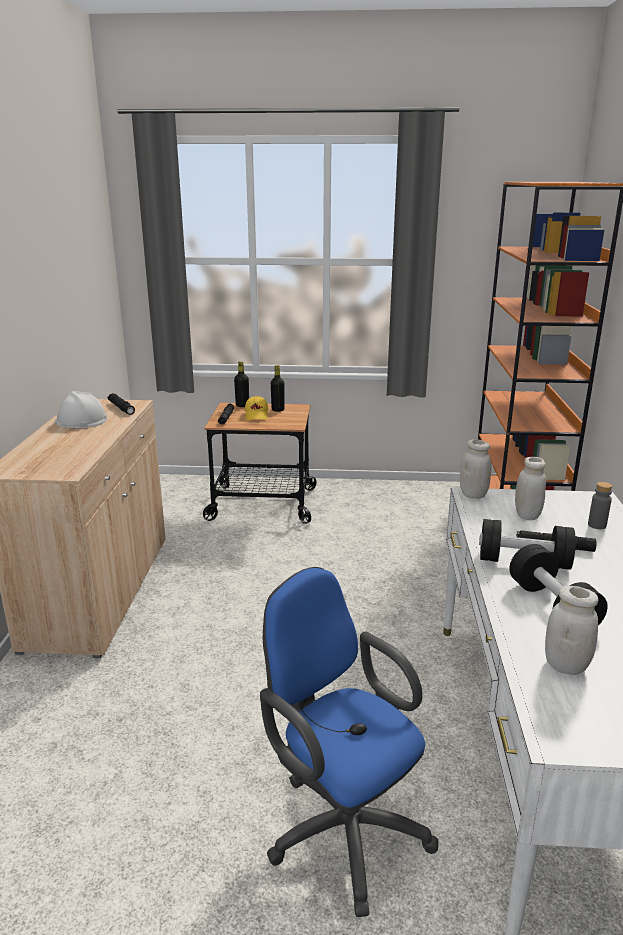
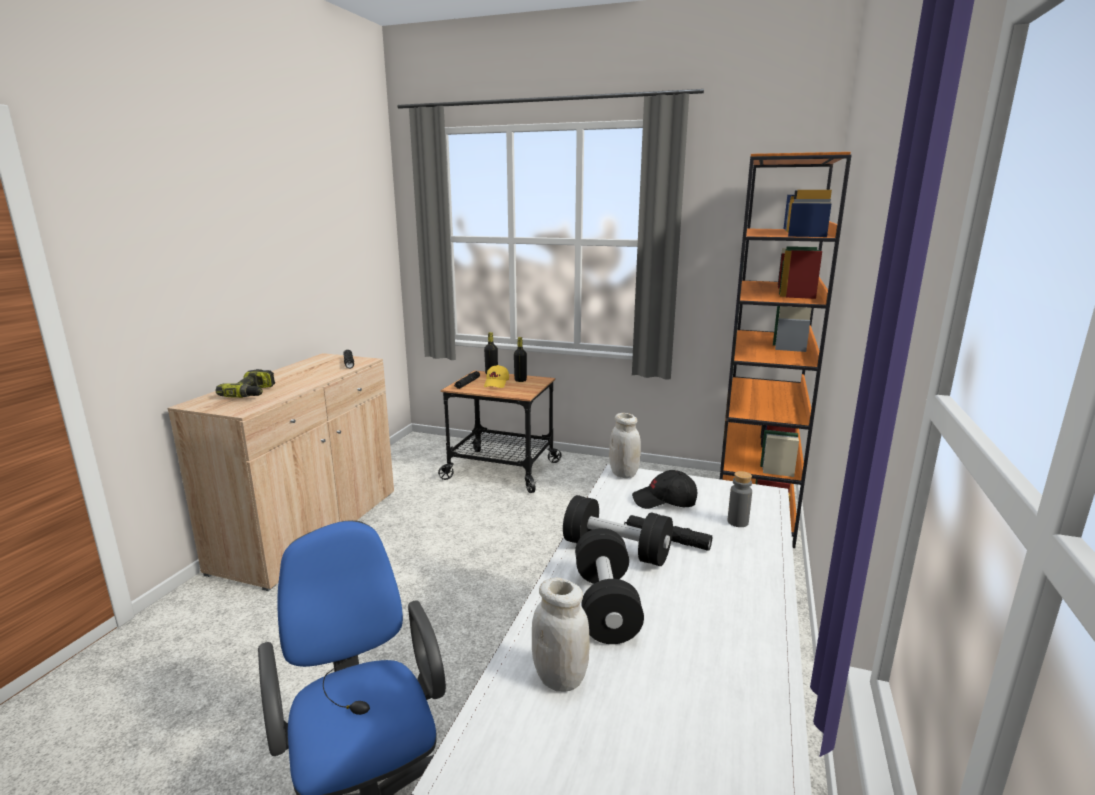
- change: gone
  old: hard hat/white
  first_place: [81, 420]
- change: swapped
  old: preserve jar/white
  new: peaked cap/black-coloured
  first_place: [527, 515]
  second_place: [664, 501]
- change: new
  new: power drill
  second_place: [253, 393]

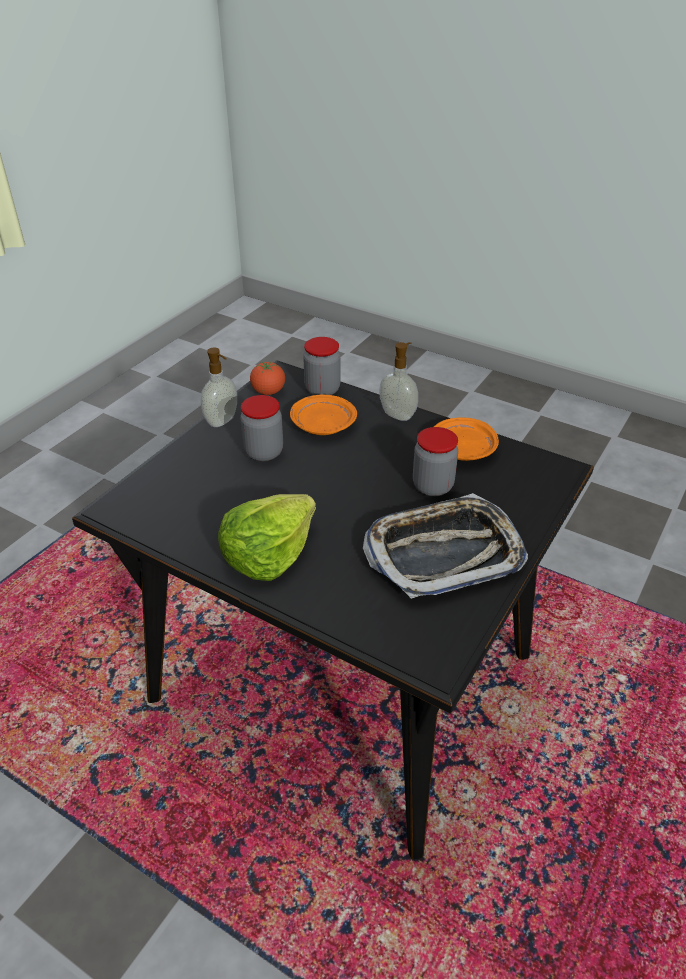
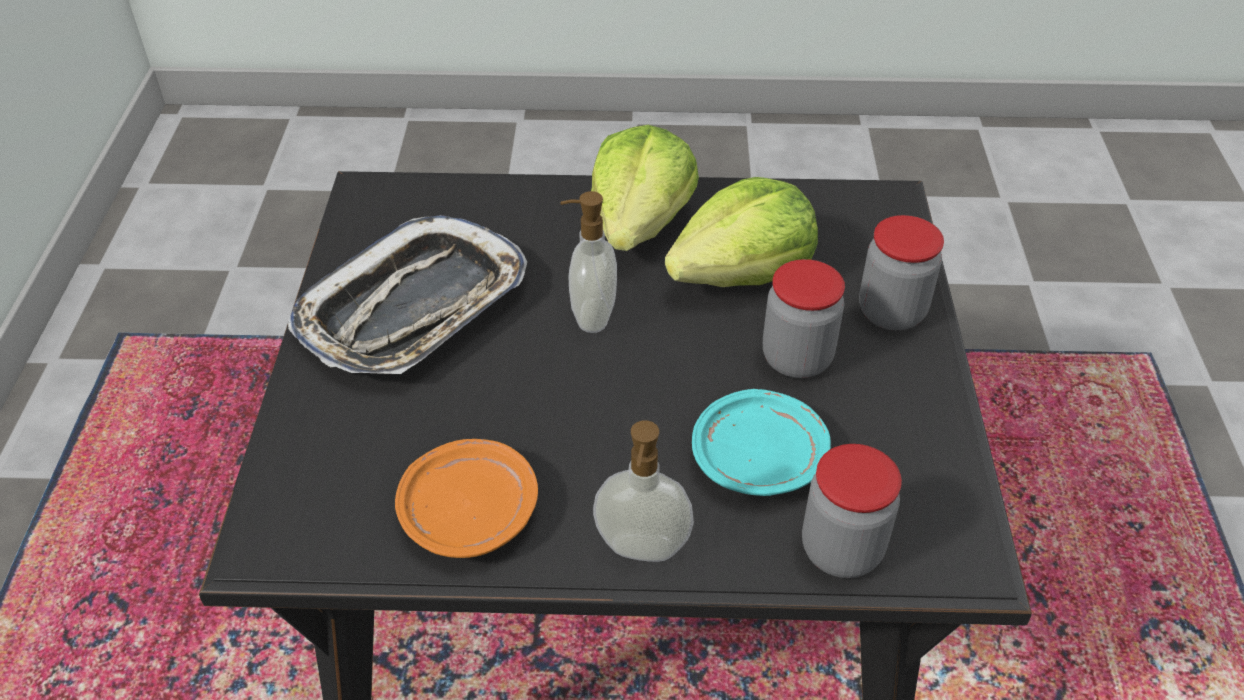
- change: shifted
  old: liquid soap bottle
  first_place: [222, 421]
  second_place: [591, 316]
- change: gone
  old: tomato
  first_place: [268, 392]
- change: repainted
  old: dinner plate/orange-coloured
  new: dinner plate/blue-green
  first_place: [322, 424]
  second_place: [759, 457]
- change: shifted
  old: preserve jar
  first_place: [432, 486]
  second_place: [891, 312]
- change: new
  new: lettuce head
  second_place: [743, 274]

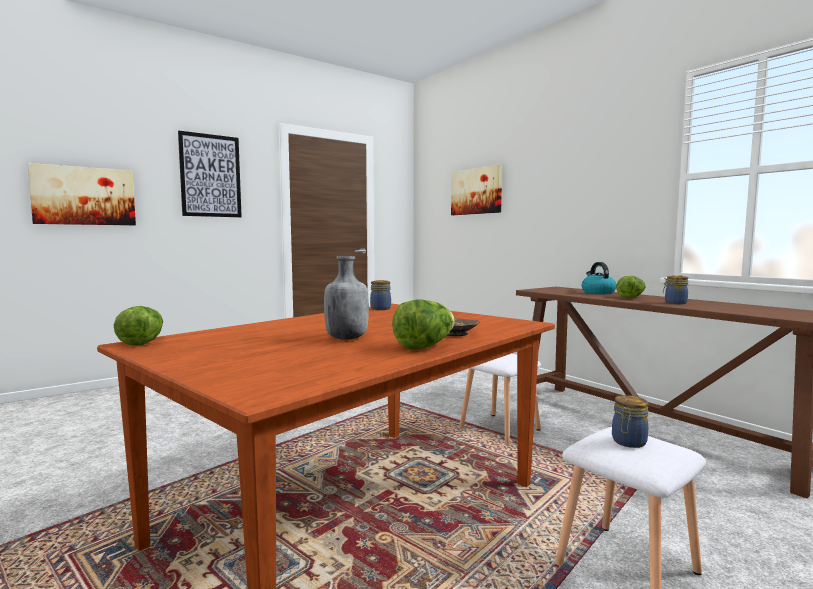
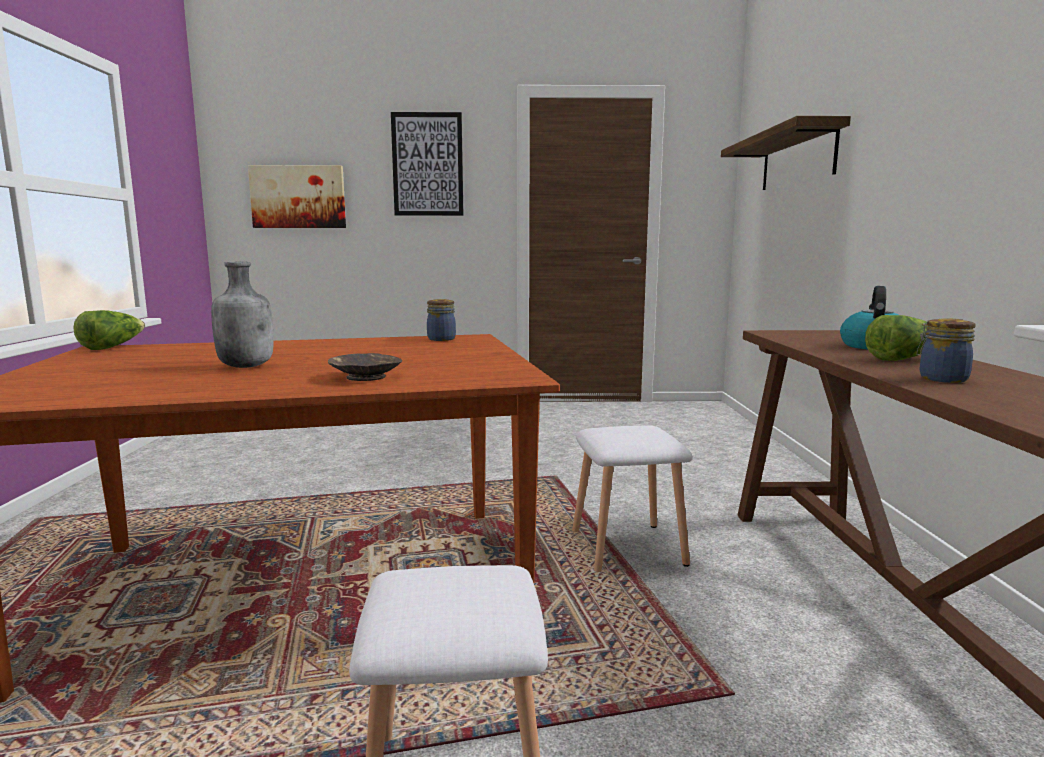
- change: swapped
  old: picture
  new: wall shelf
  first_place: [476, 191]
  second_place: [797, 159]
- change: gone
  old: lettuce head
  first_place: [425, 346]
- change: gone
  old: preserve jar
  first_place: [628, 442]

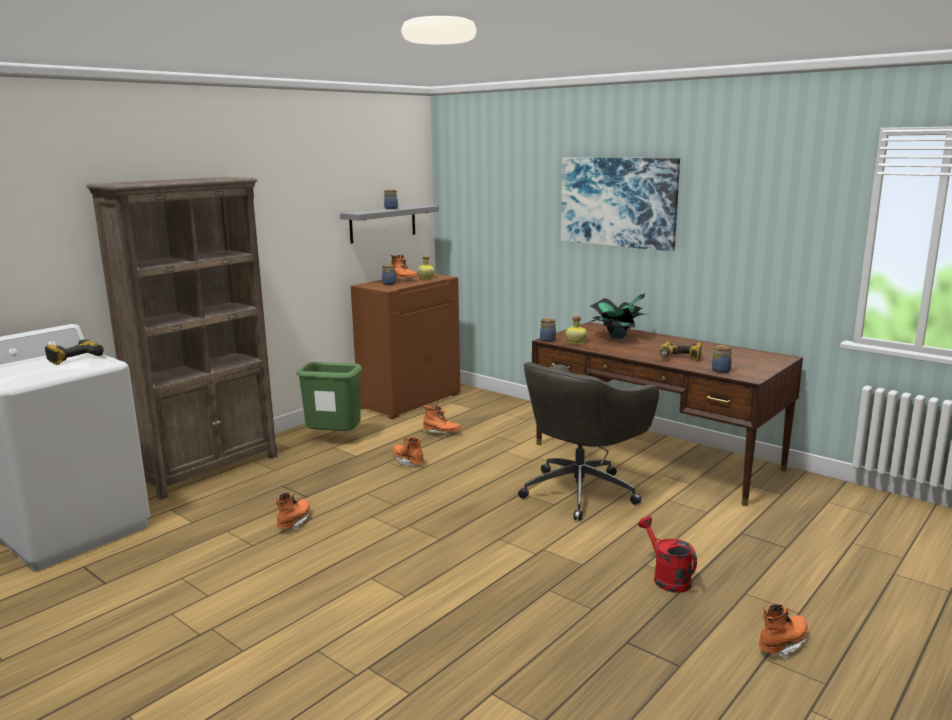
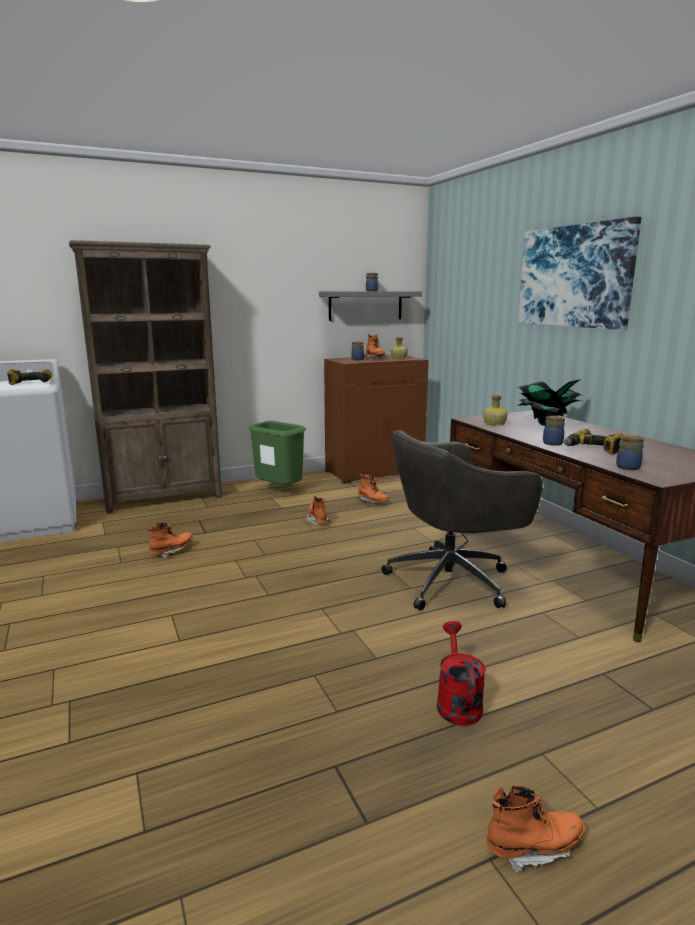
- change: shifted
  old: preserve jar
  first_place: [548, 340]
  second_place: [553, 443]

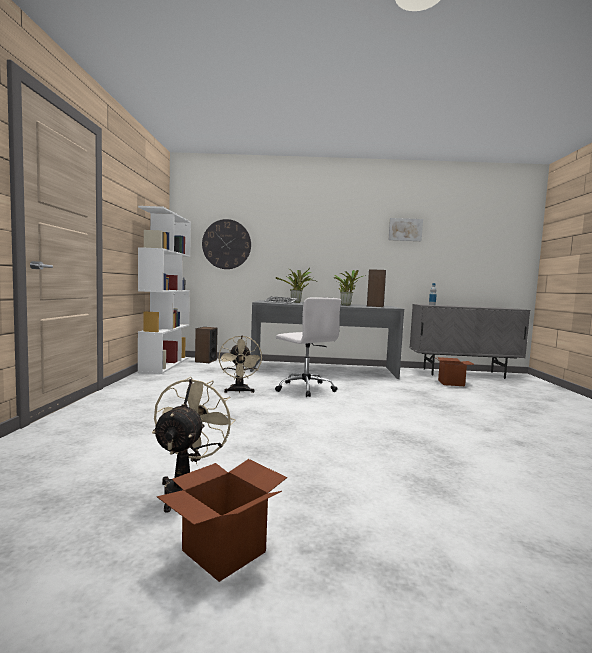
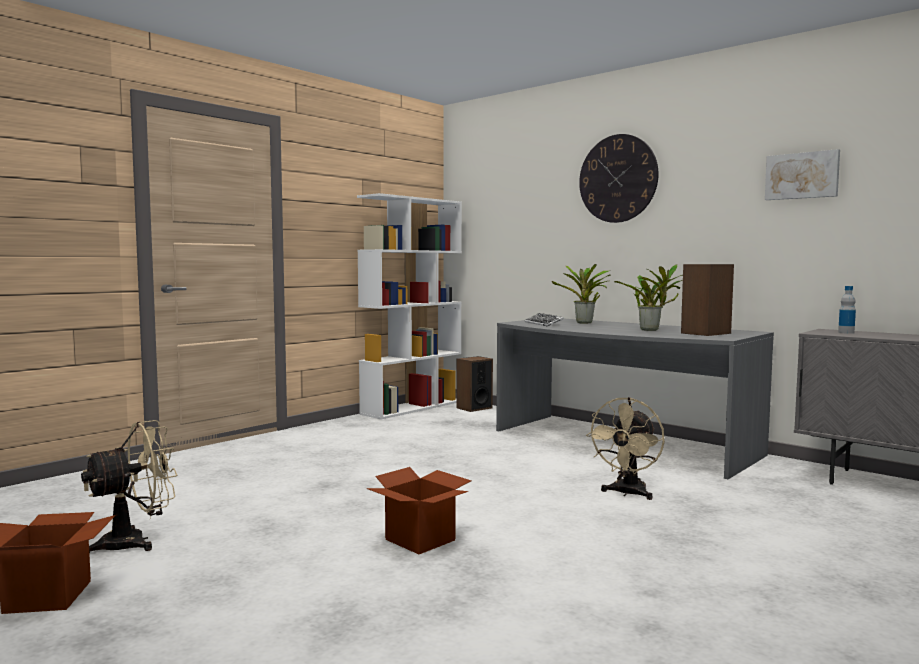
- change: shifted
  old: clock on the wall
  first_place: [226, 244]
  second_place: [618, 178]
- change: gone
  old: computer chair/white
  first_place: [305, 388]
- change: shifted
  old: fan/beige-coloured
  first_place: [239, 391]
  second_place: [627, 493]
- change: shifted
  old: cardboard box
  first_place: [451, 383]
  second_place: [419, 540]

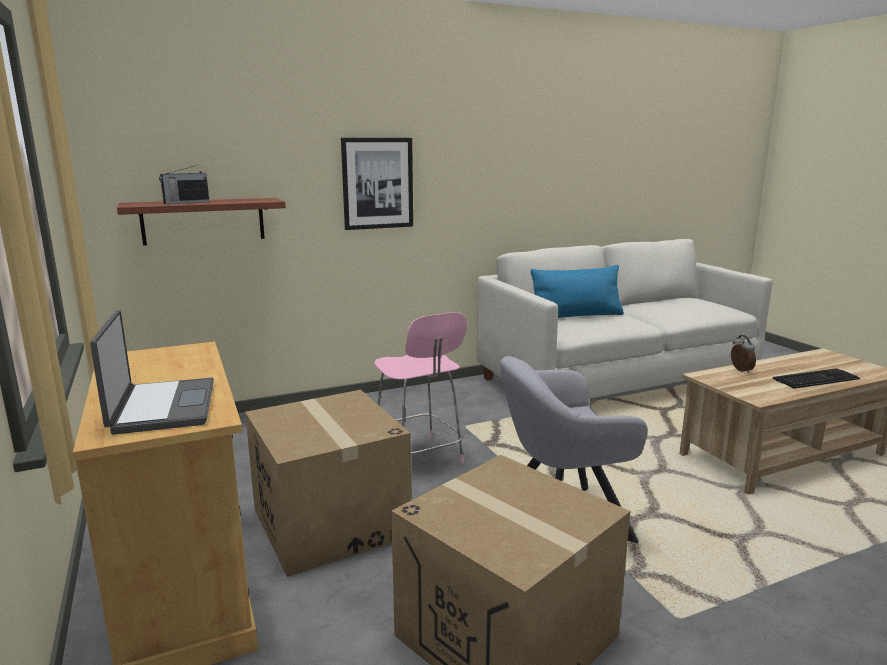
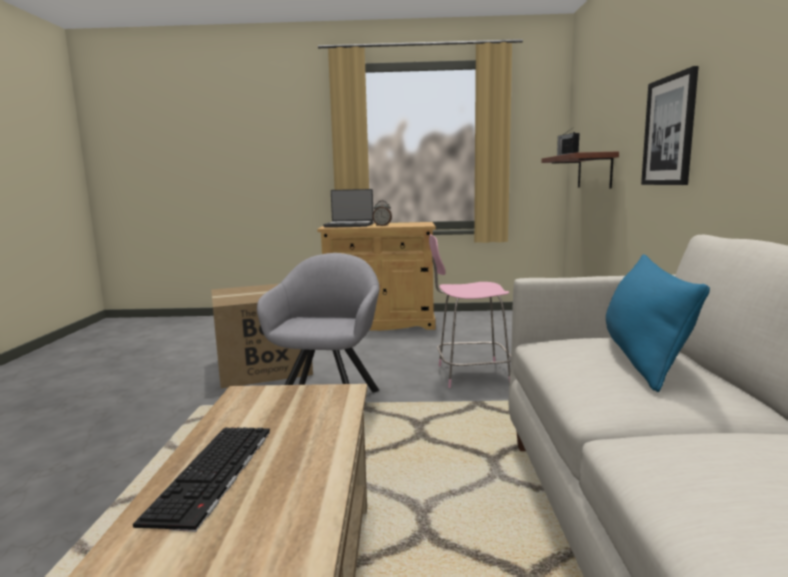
- change: shifted
  old: bedside clock
  first_place: [740, 370]
  second_place: [382, 226]
- change: gone
  old: cardboard box
  first_place: [329, 522]

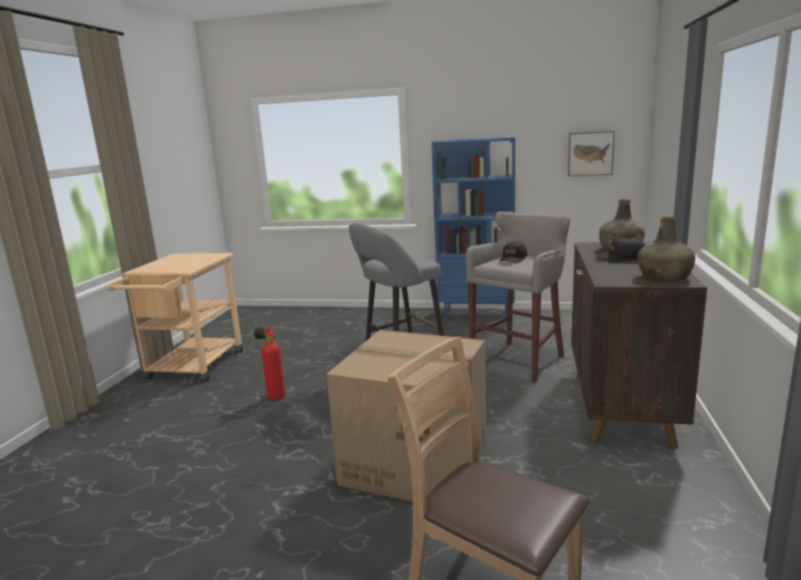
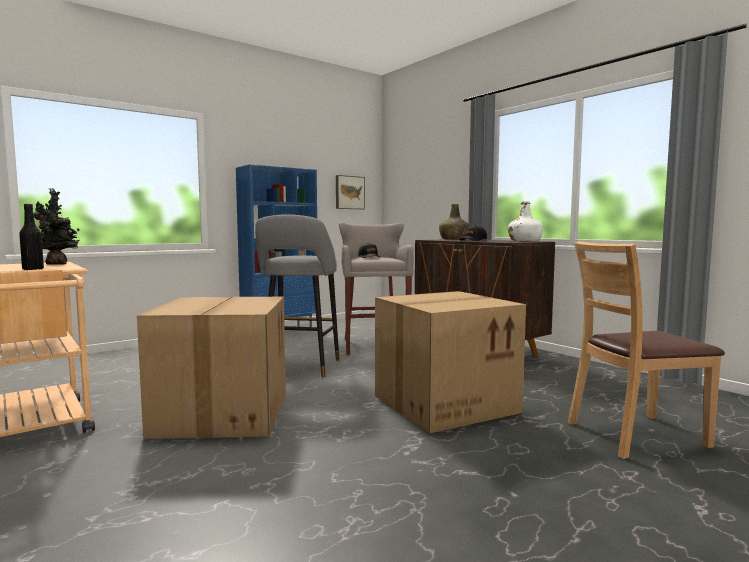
- change: repainted
  old: bottle/green-coloured
  new: bottle/white
  first_place: [664, 277]
  second_place: [525, 241]
- change: swapped
  old: extinguisher
  new: cardboard box
  first_place: [274, 396]
  second_place: [221, 413]
- change: new
  new: plant in a pot
  second_place: [57, 264]
- change: new
  new: bottle/black-coloured
  second_place: [33, 269]

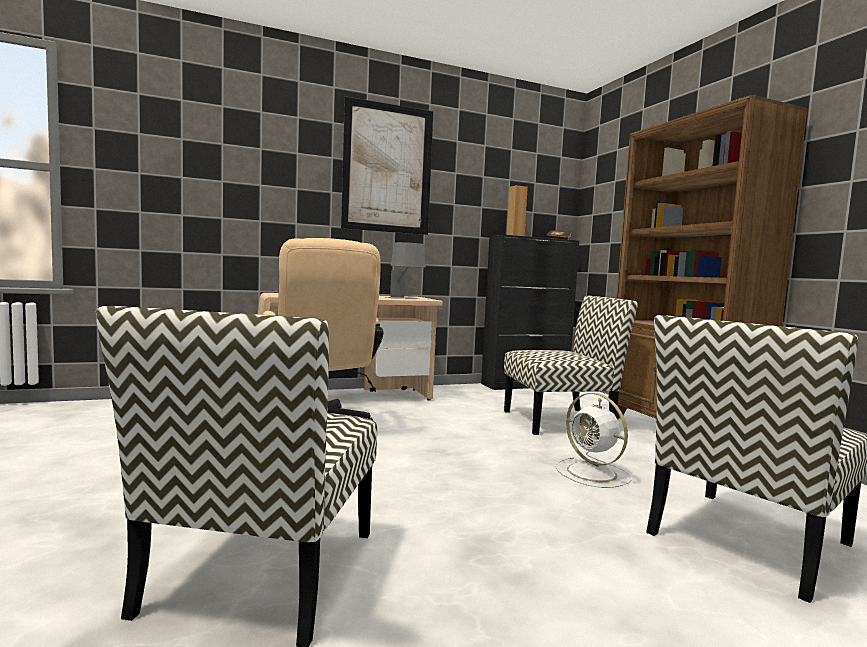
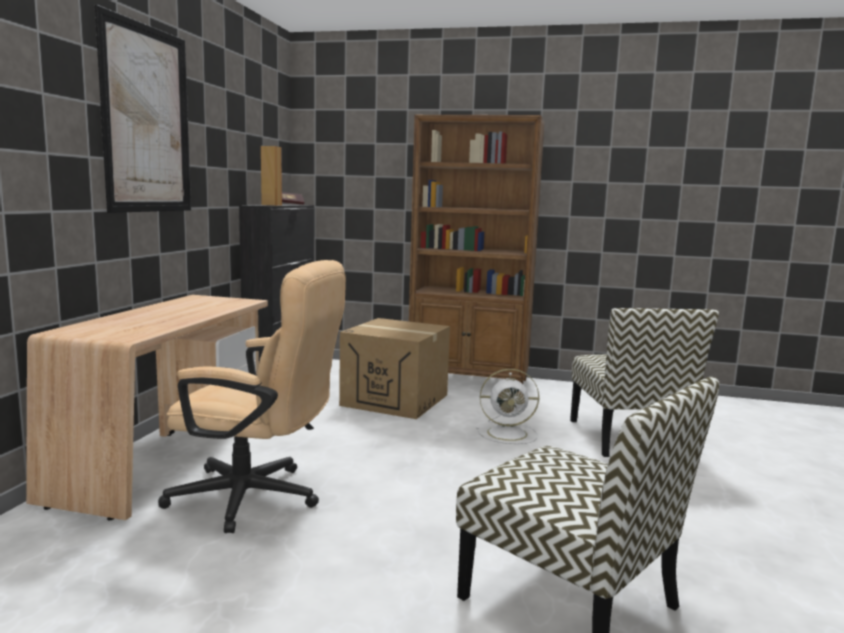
- change: gone
  old: table lamp/grey
  first_place: [405, 298]
- change: swapped
  old: chair
  new: cardboard box
  first_place: [560, 421]
  second_place: [395, 400]

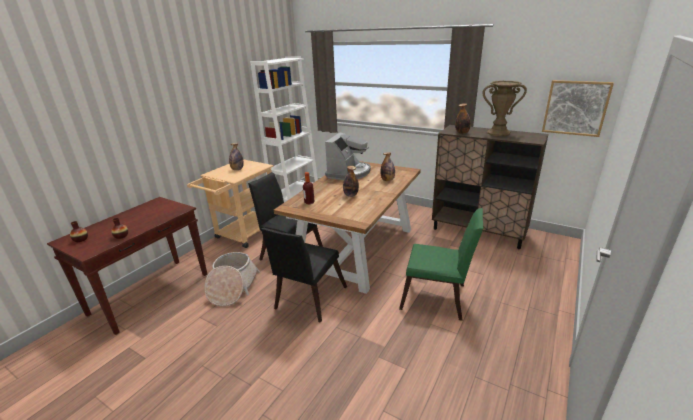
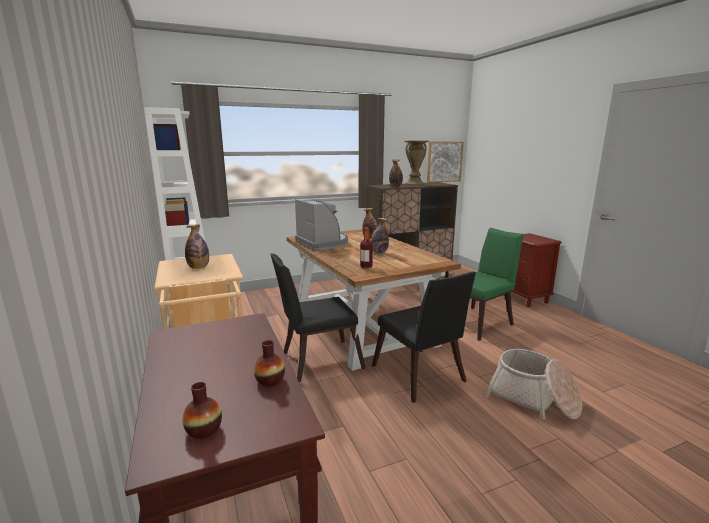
- change: shifted
  old: household basket
  first_place: [232, 287]
  second_place: [533, 399]
- change: new
  new: nightstand/brown-coloured
  second_place: [524, 298]

